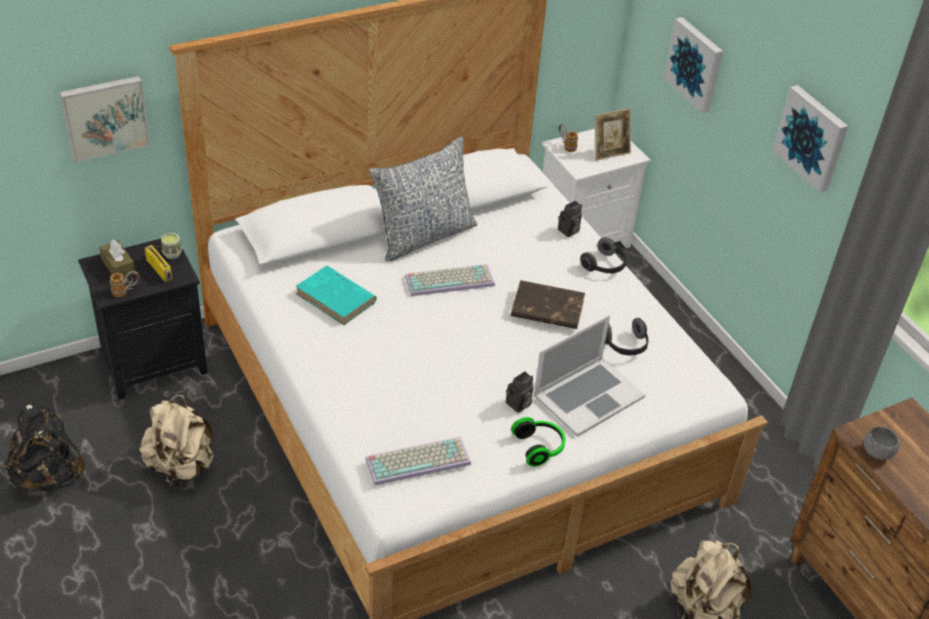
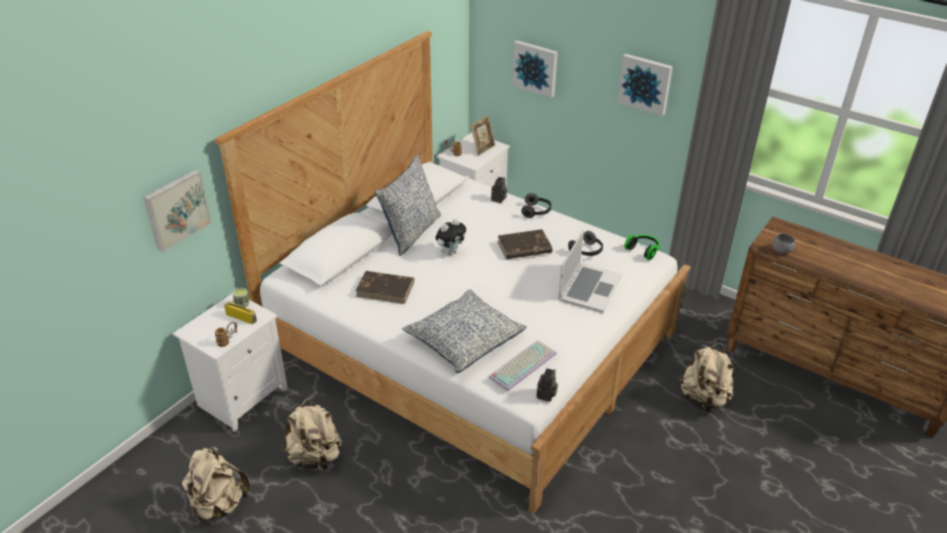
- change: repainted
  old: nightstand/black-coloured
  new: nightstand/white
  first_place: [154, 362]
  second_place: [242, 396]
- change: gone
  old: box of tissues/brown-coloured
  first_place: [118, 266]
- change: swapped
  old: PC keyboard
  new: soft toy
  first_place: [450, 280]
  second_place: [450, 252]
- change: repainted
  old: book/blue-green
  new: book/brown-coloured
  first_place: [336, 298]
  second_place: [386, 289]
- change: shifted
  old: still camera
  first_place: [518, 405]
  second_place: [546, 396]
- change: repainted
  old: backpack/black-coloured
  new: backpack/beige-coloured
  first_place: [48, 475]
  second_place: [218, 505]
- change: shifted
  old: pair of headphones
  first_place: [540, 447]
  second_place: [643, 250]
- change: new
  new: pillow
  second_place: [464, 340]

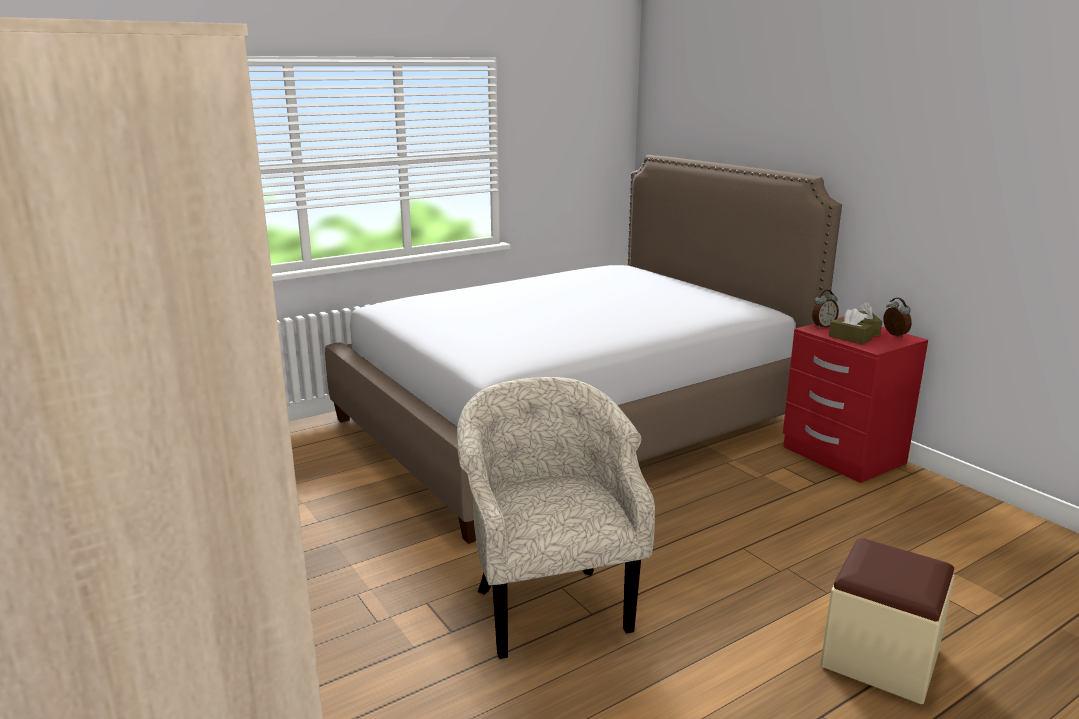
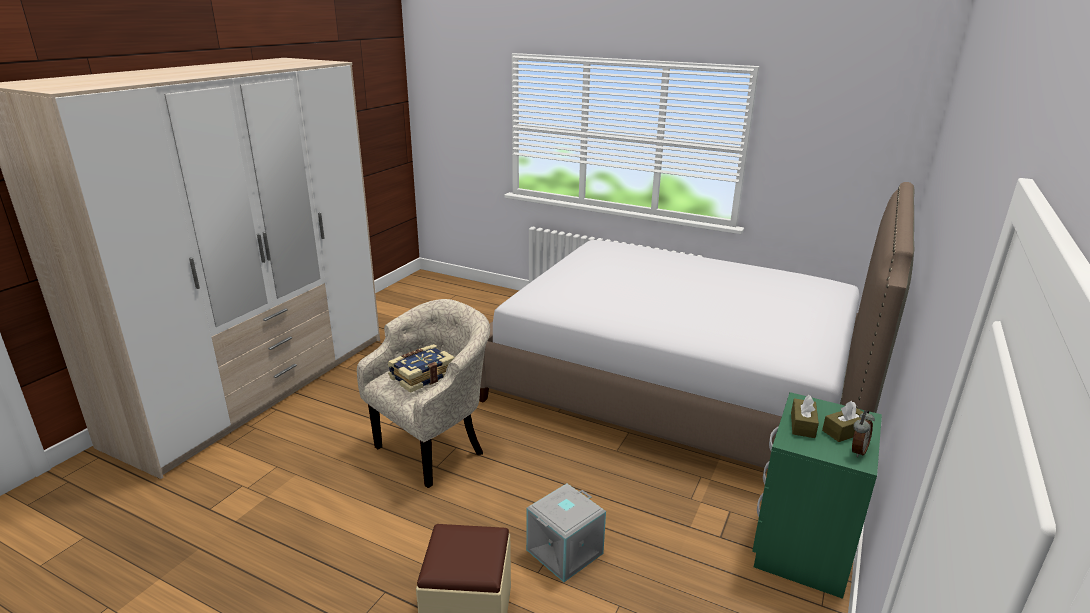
- change: gone
  old: bedside clock
  first_place: [823, 326]
- change: repainted
  old: nightstand/reddish
  new: nightstand/green-coloured
  first_place: [842, 456]
  second_place: [801, 546]
- change: new
  new: book
  second_place: [421, 376]
- change: new
  new: storage box/grey
  second_place: [565, 552]

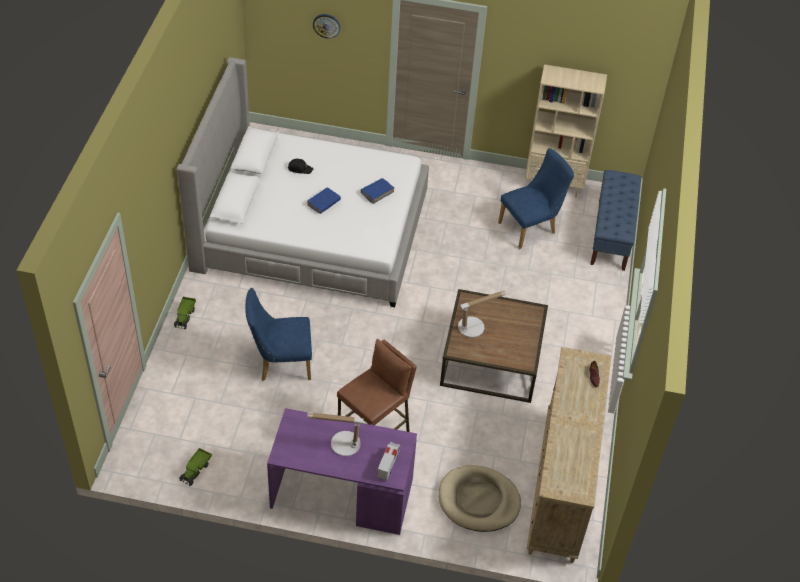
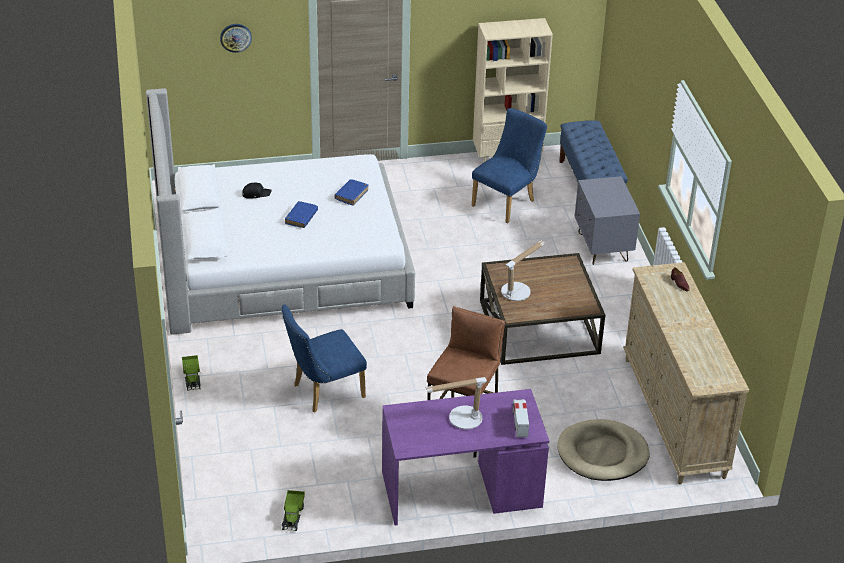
- change: new
  new: nightstand/grey
  second_place: [603, 247]

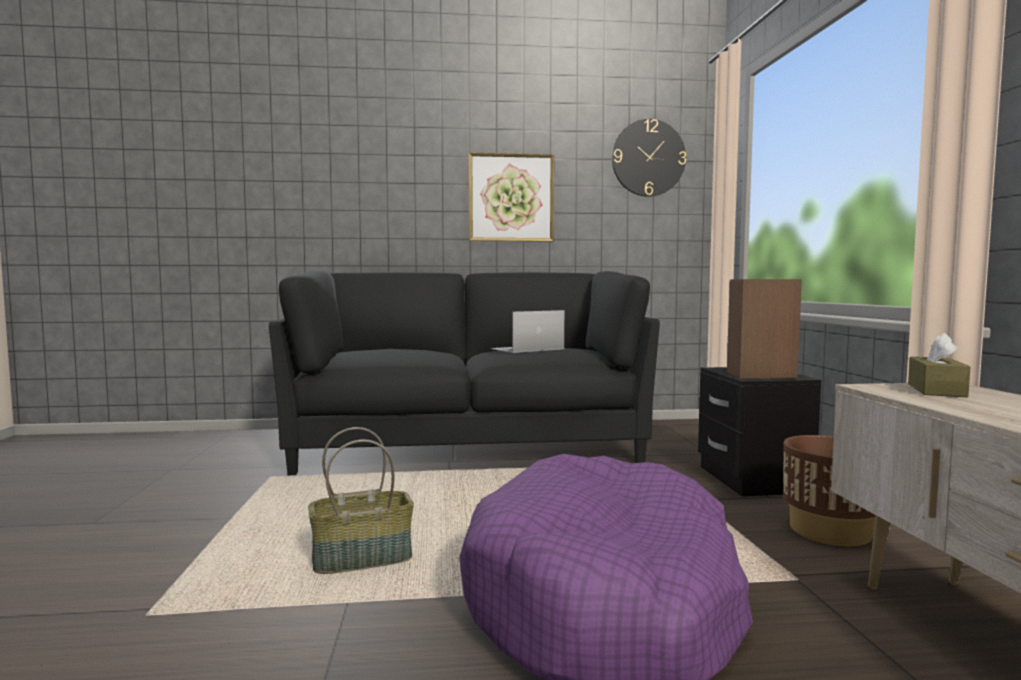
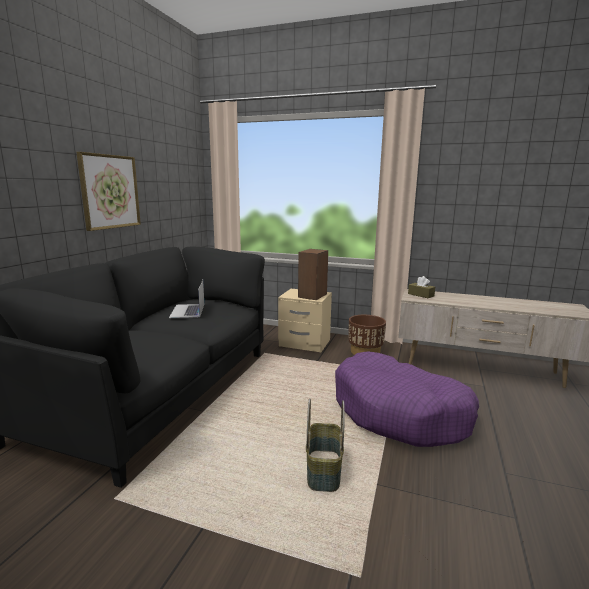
- change: gone
  old: clock on the wall
  first_place: [648, 158]
- change: repainted
  old: nightstand/black-coloured
  new: nightstand/beige-coloured
  first_place: [751, 479]
  second_place: [304, 343]

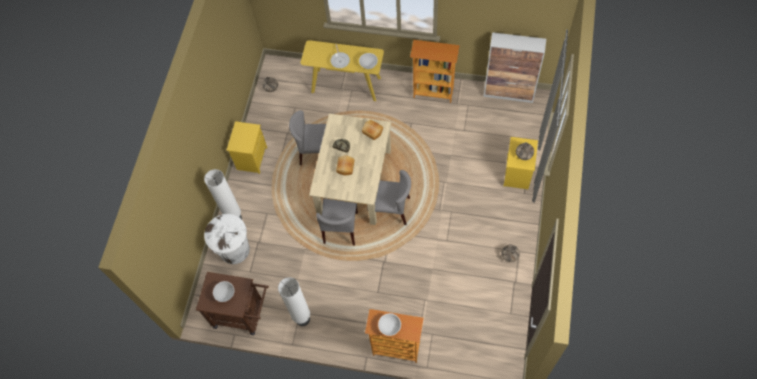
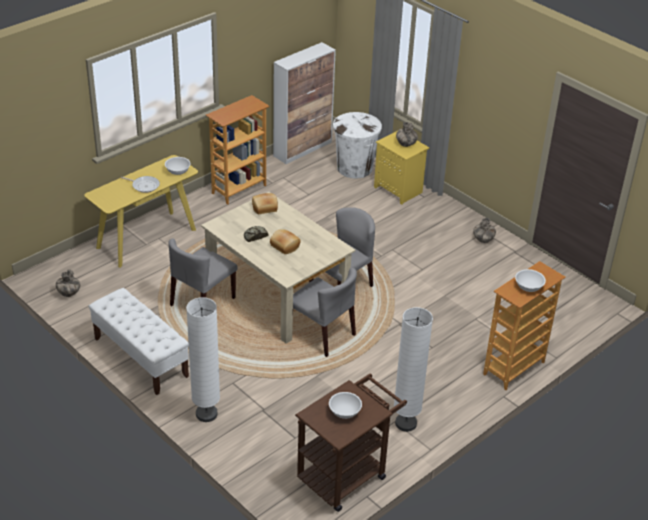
- change: swapped
  old: nightstand/yellow
  new: long seat/white
  first_place: [251, 158]
  second_place: [140, 357]
- change: shifted
  old: trash can/white
  first_place: [235, 250]
  second_place: [354, 168]

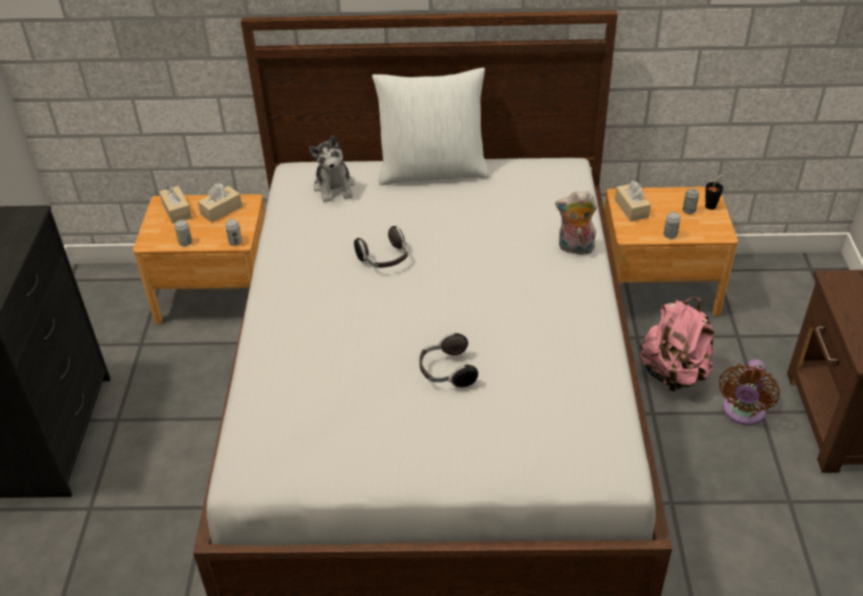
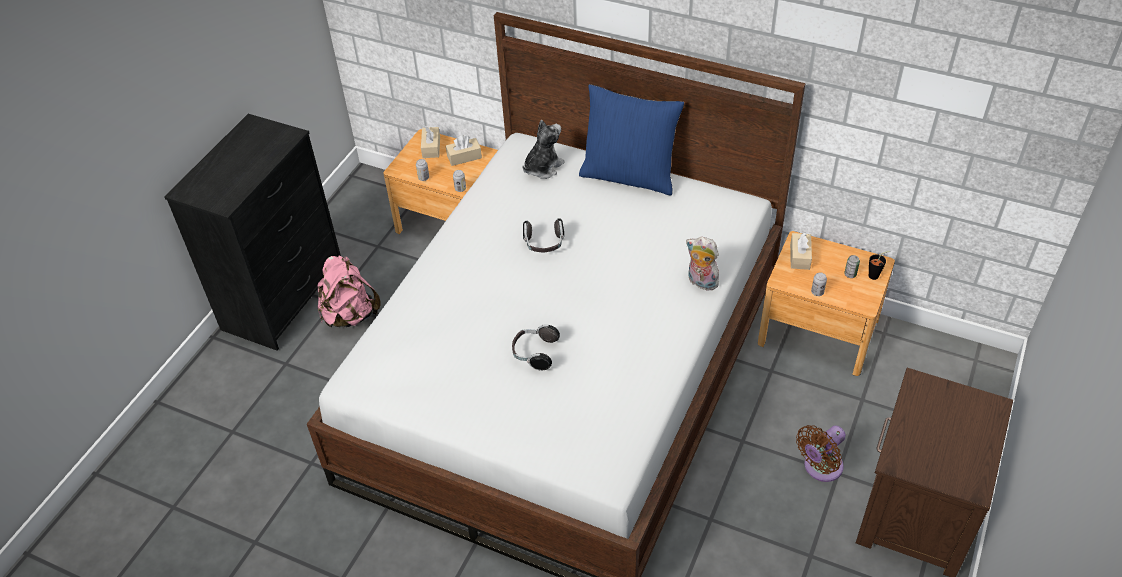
- change: repainted
  old: pillow/white
  new: pillow/blue
  first_place: [433, 171]
  second_place: [629, 175]
- change: rotated
  old: soft toy
  first_place: [334, 187]
  second_place: [543, 167]
  degrees: -150
- change: shifted
  old: backpack/pink
  first_place: [673, 374]
  second_place: [350, 315]

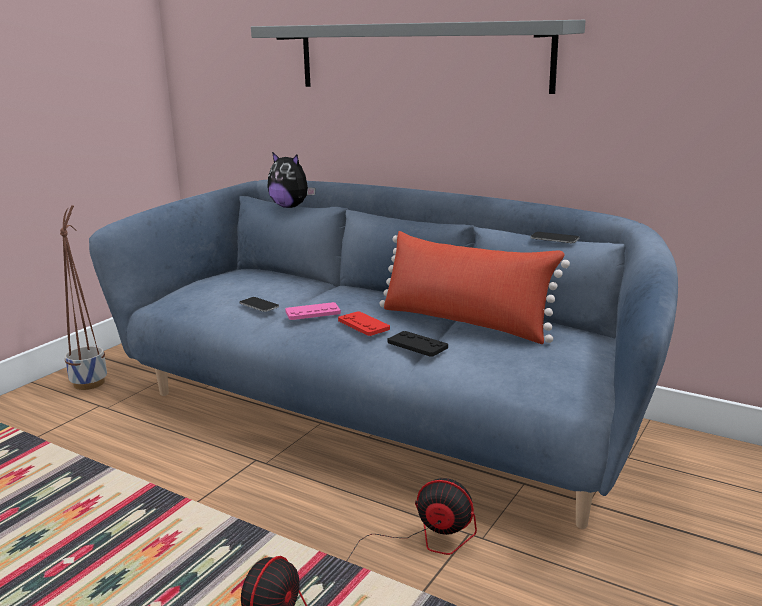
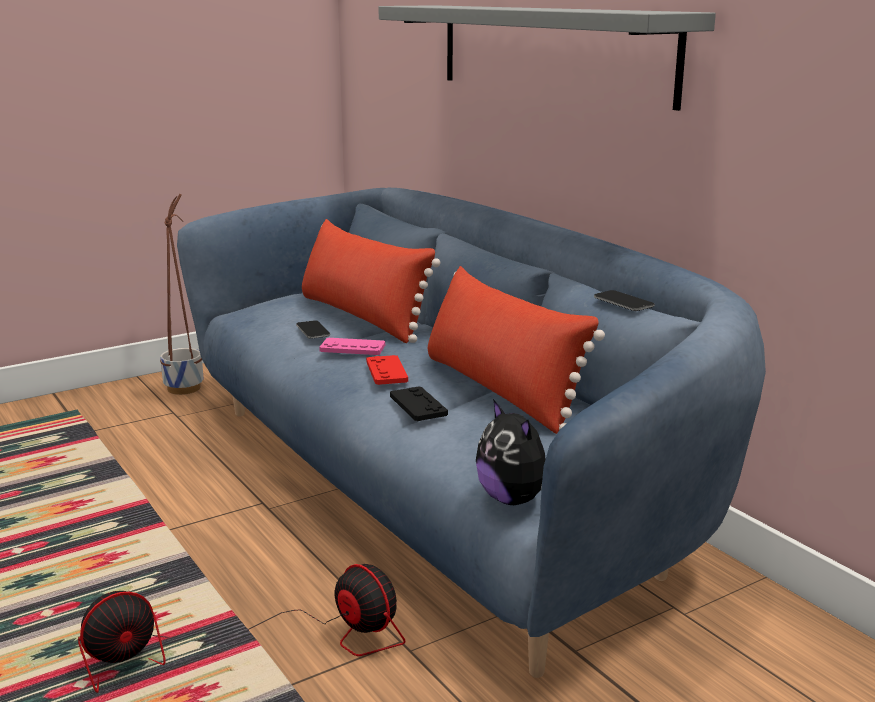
- change: shifted
  old: soft toy
  first_place: [290, 207]
  second_place: [514, 499]
- change: new
  new: pillow/reddish
  second_place: [362, 317]

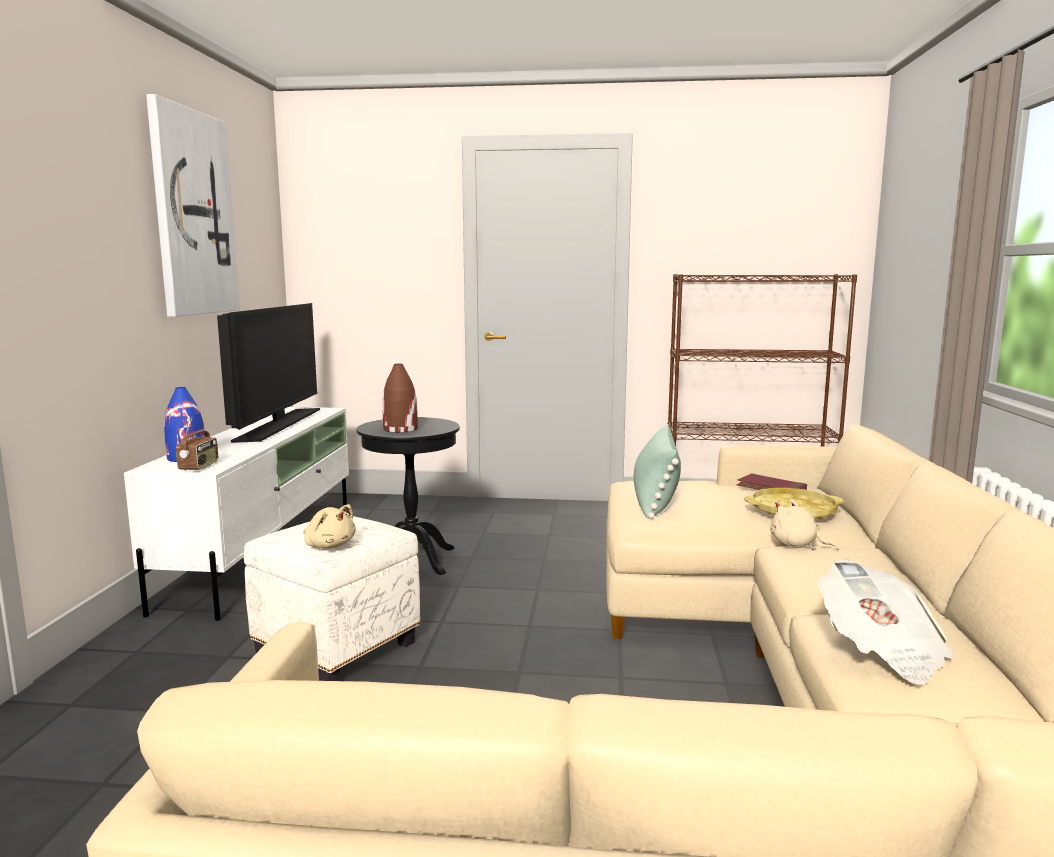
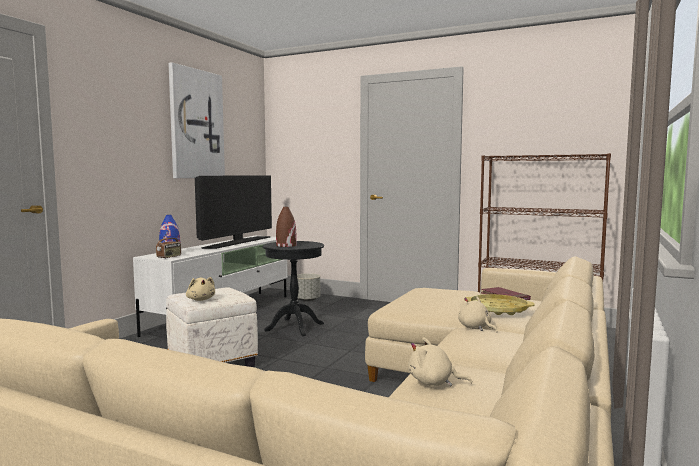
- change: gone
  old: pillow/green-coloured
  first_place: [655, 497]
- change: swapped
  old: newspaper
  new: soft toy/beige-coloured
  first_place: [882, 651]
  second_place: [433, 382]
- change: new
  new: plant pot/grey
  second_place: [307, 299]

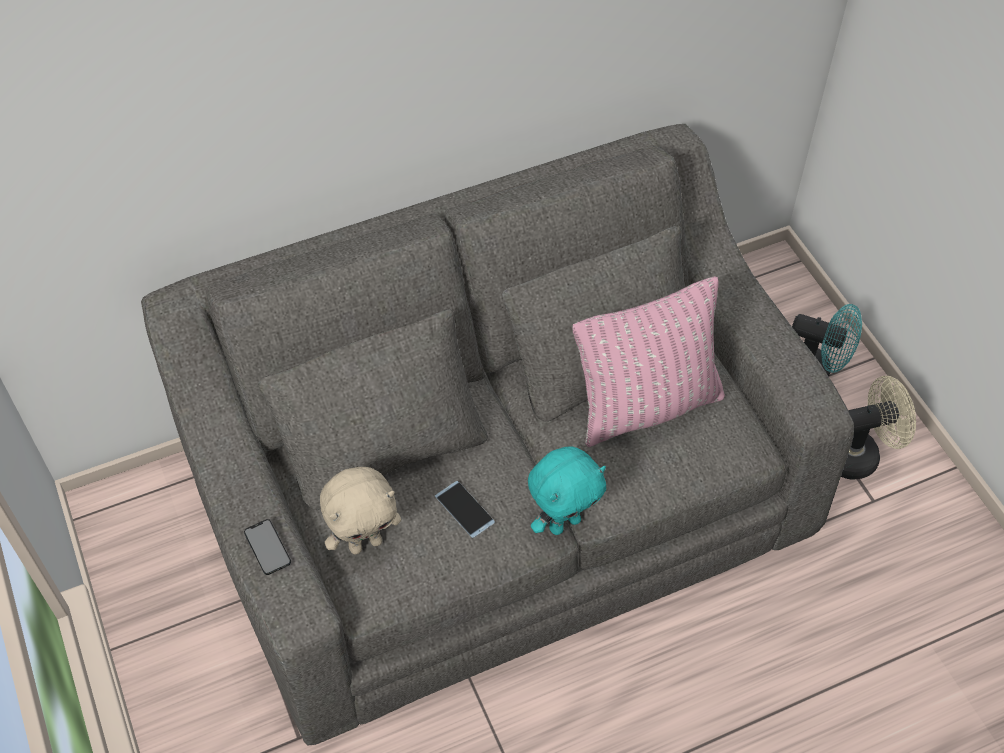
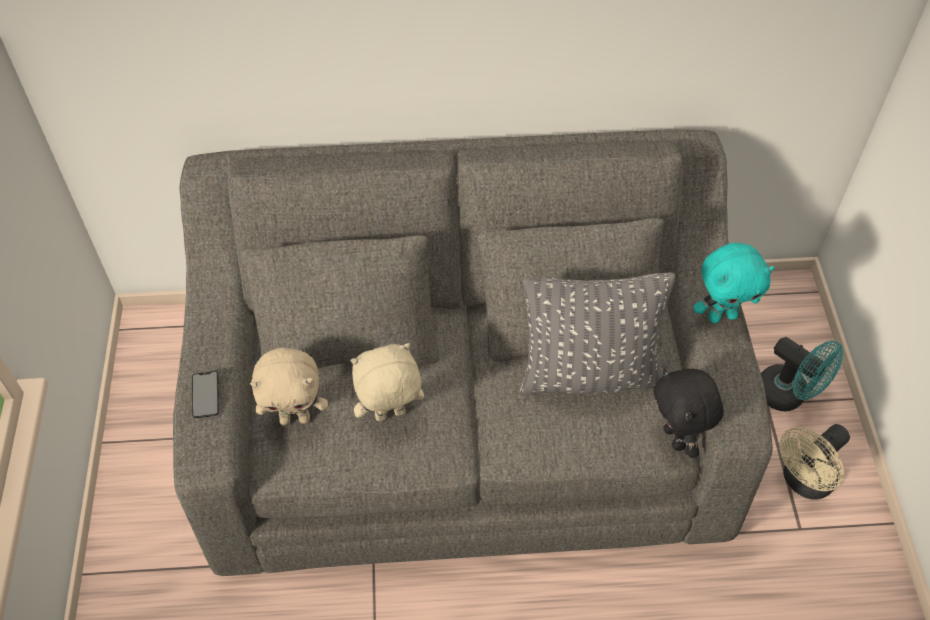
- change: repainted
  old: pillow/pink
  new: pillow/grey
  first_place: [646, 406]
  second_place: [589, 375]
- change: rotated
  old: fan/beige-coloured
  first_place: [859, 454]
  second_place: [803, 482]
  degrees: 135
- change: shifted
  old: soft toy/blue-green
  first_place: [564, 523]
  second_place: [722, 316]
- change: swapped
  old: handset
  new: soft toy/beige-coloured
  first_place: [465, 509]
  second_place: [390, 416]
- change: new
  new: soft toy/black-coloured
  second_place: [676, 438]

